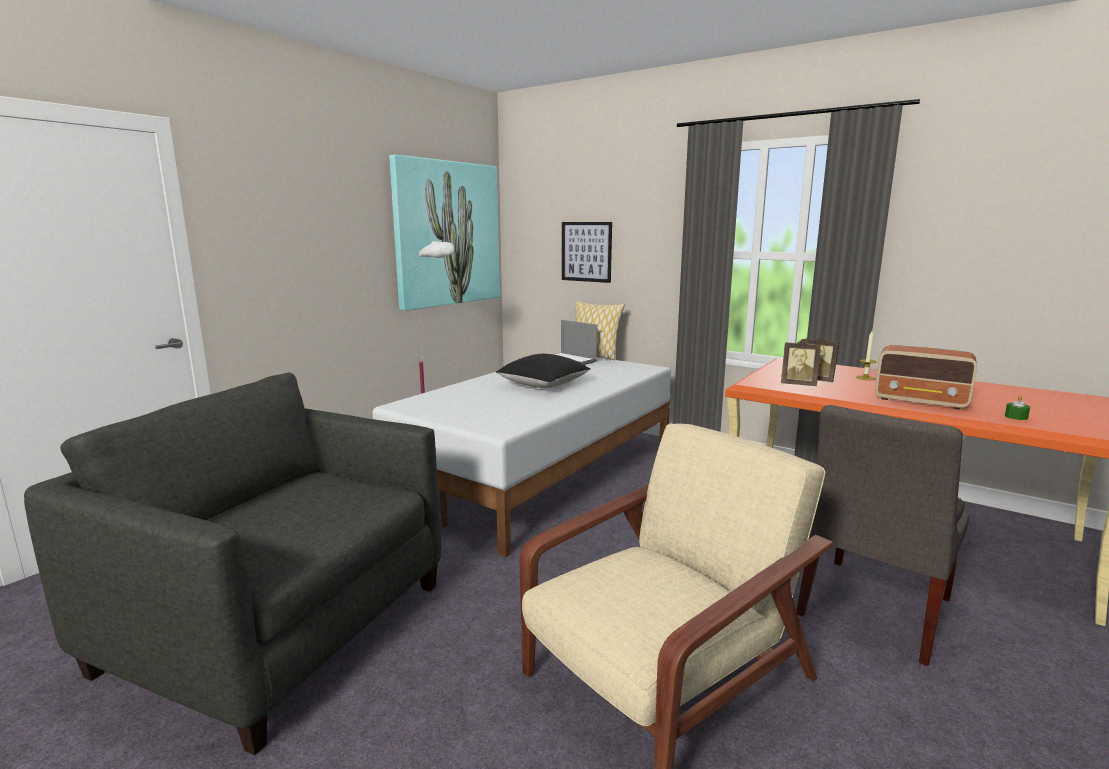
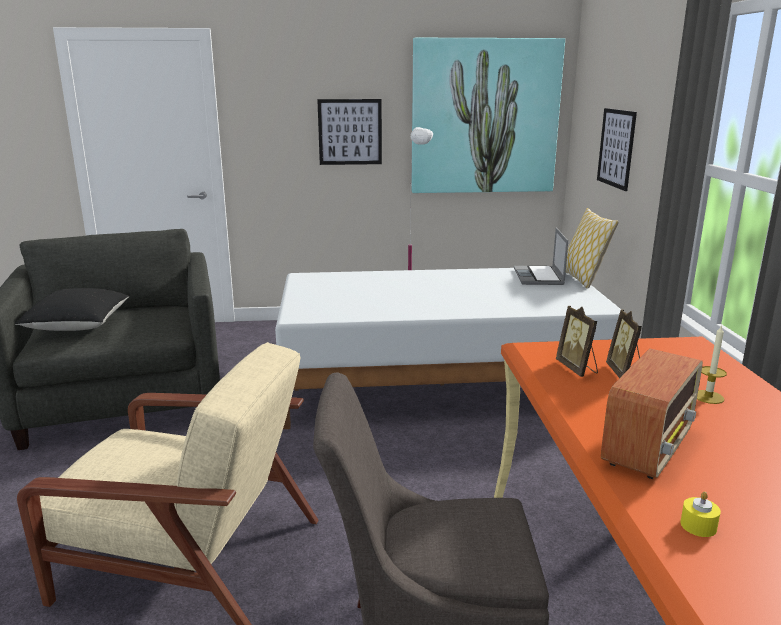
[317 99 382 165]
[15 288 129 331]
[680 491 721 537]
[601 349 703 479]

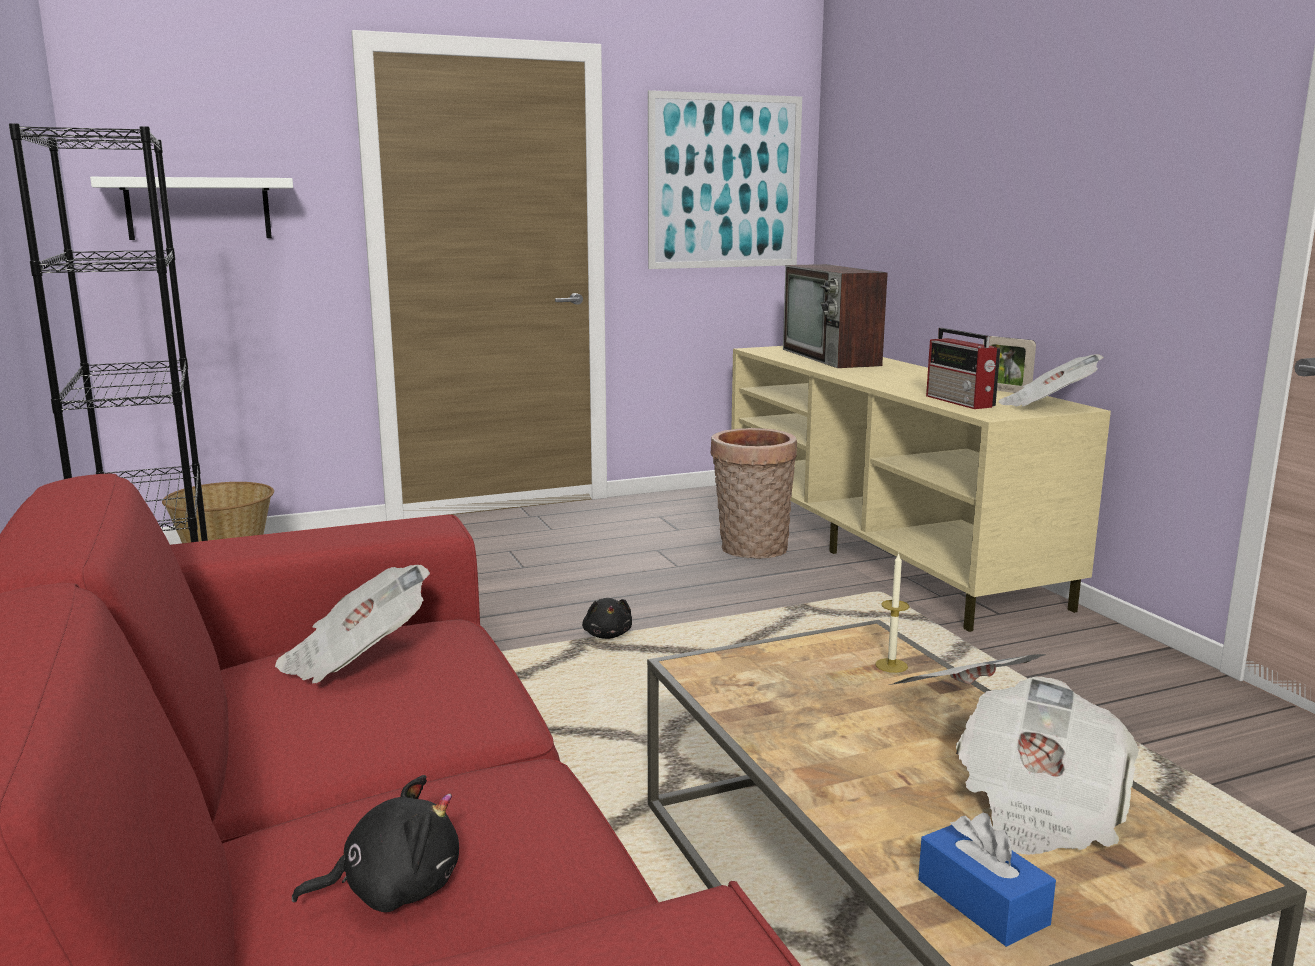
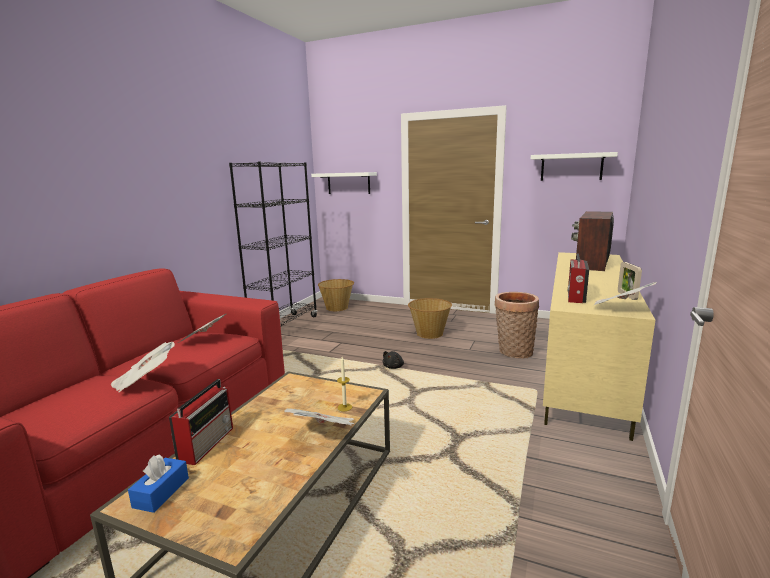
[292 775 459 912] (first image)
[169 379 233 465]
[408 298 452 339]
[111 342 175 392]
[531 152 618 181]

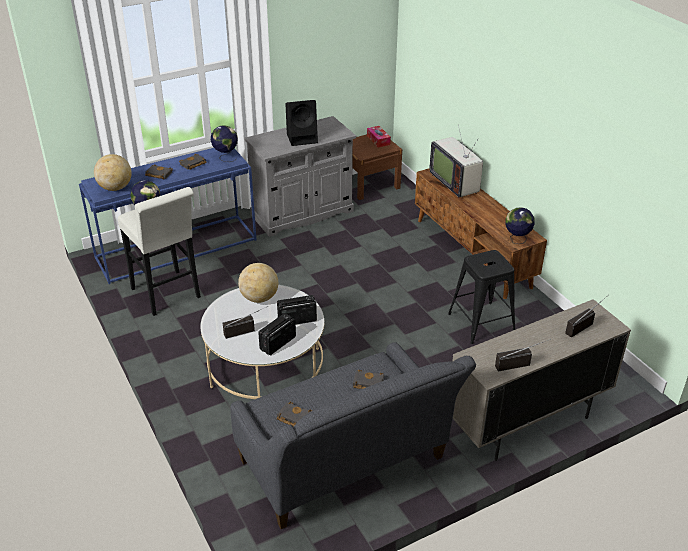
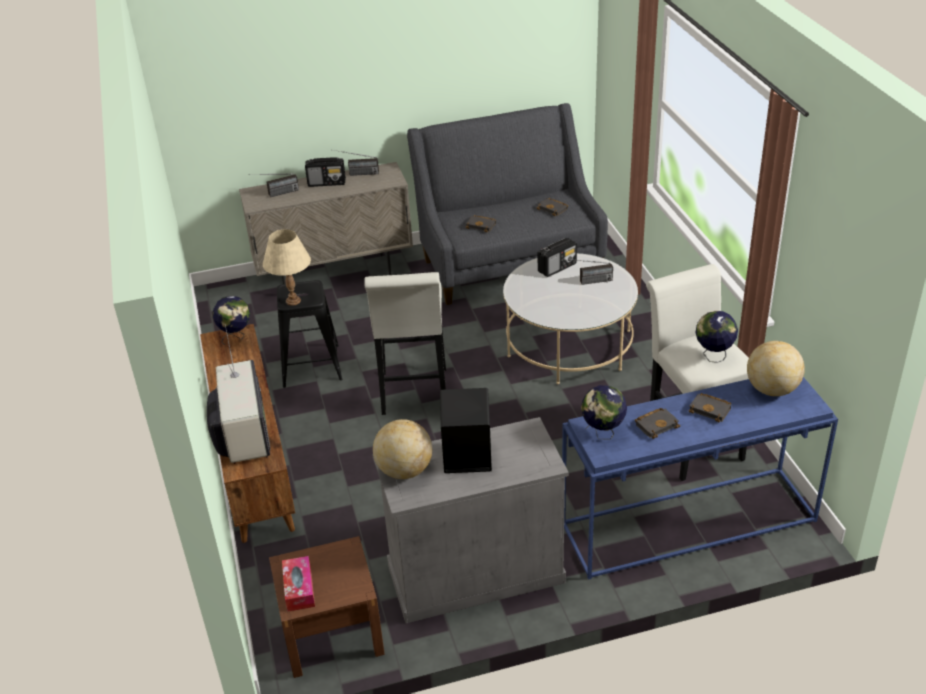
[263 229 311 306]
[364 272 446 415]
[373 419 432 479]
[305 157 346 187]

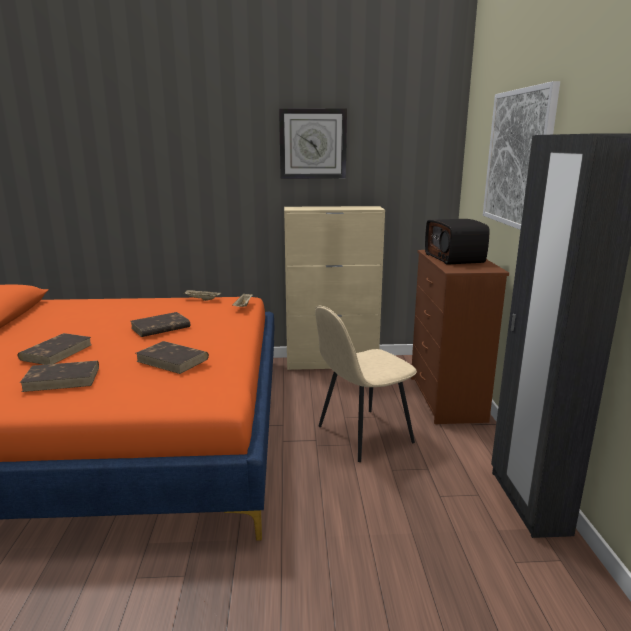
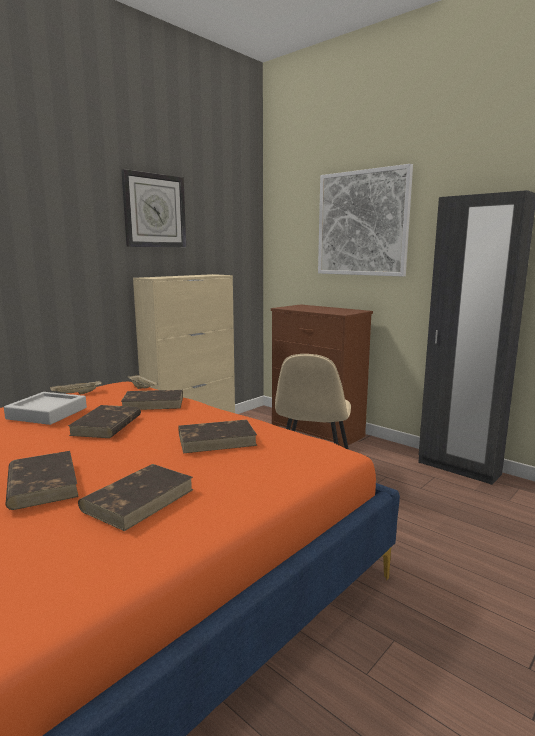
[425 219 490 265] (first image)
[4 392 87 425]
[121 390 183 410]

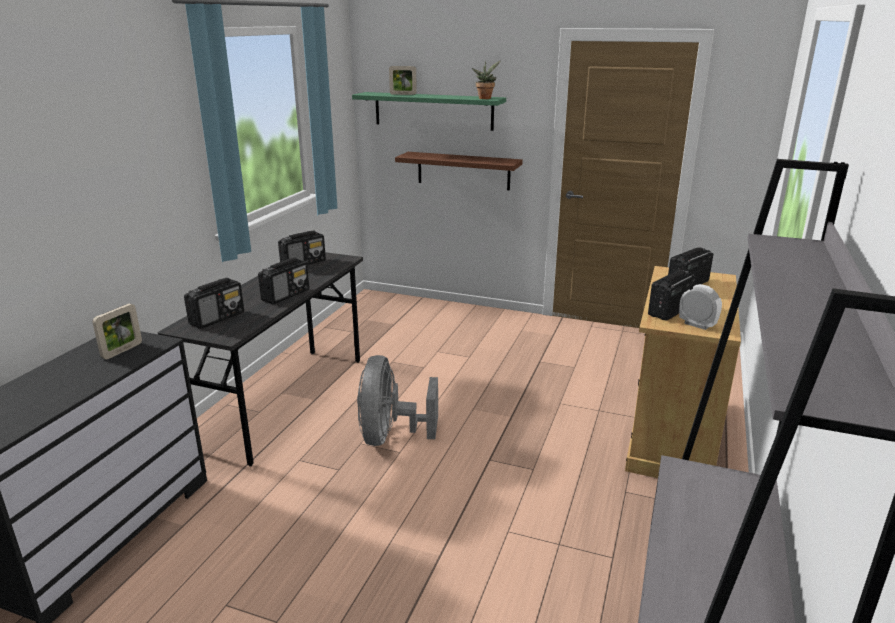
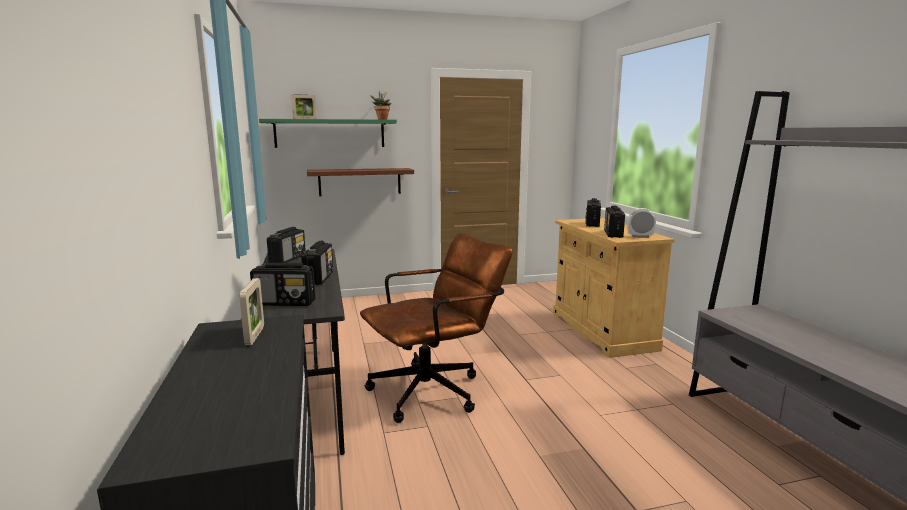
[360 233 512 423]
[250 263 316 306]

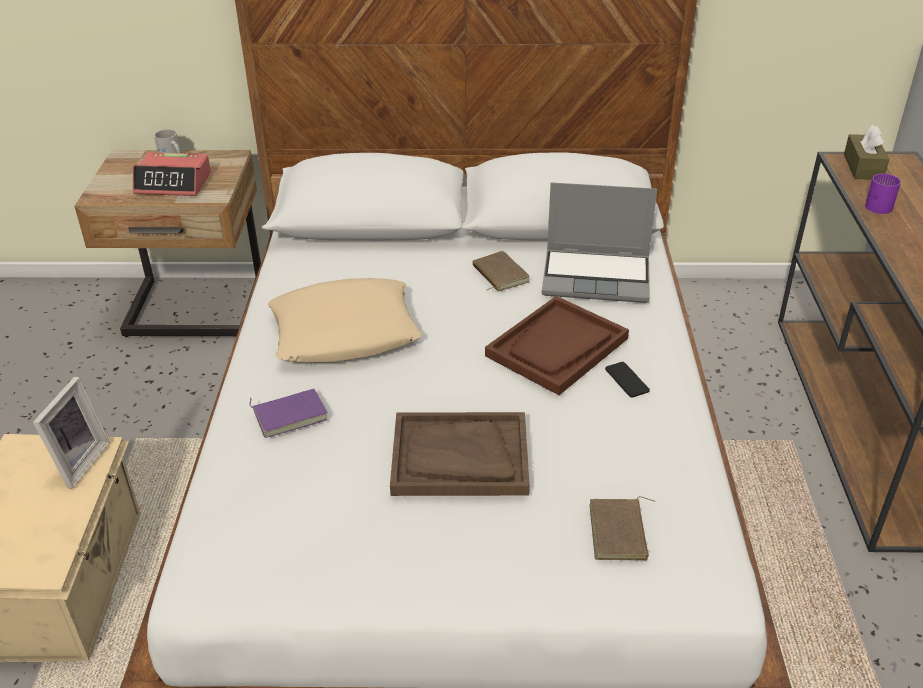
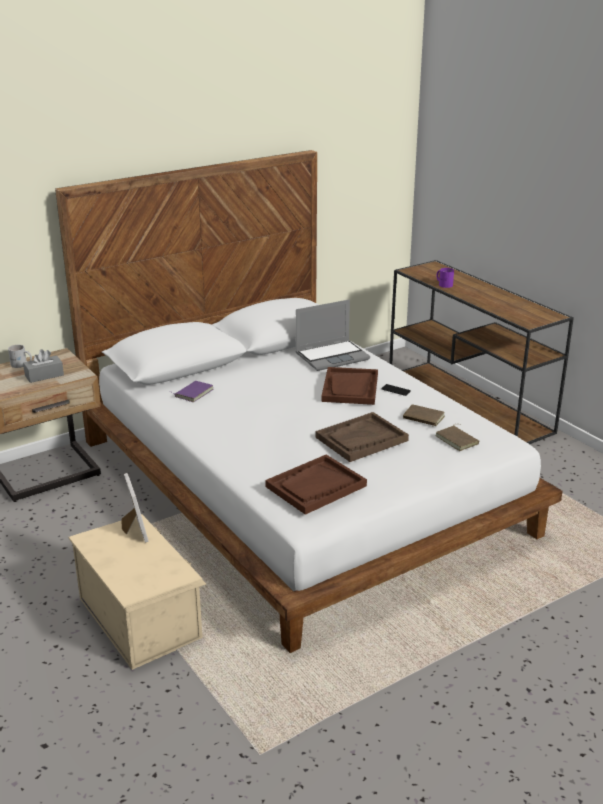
[268 278 422 363] (first image)
[844 125 889 180] (first image)
[265 455 367 515]
[172 381 213 402]
[403 405 445 426]
[23 349 64 383]

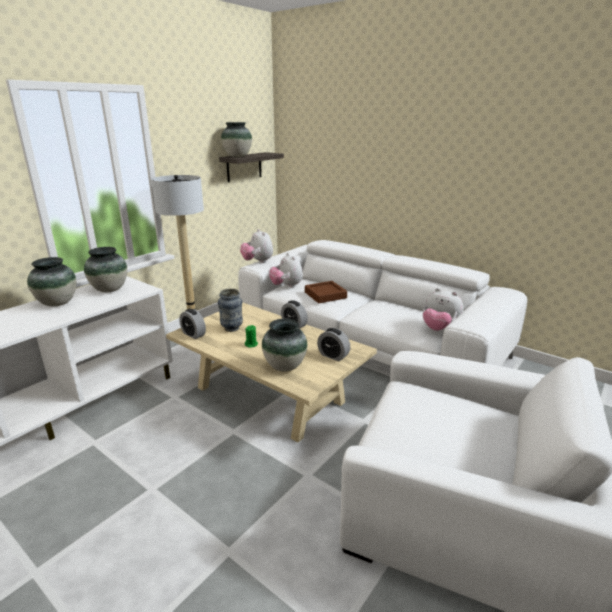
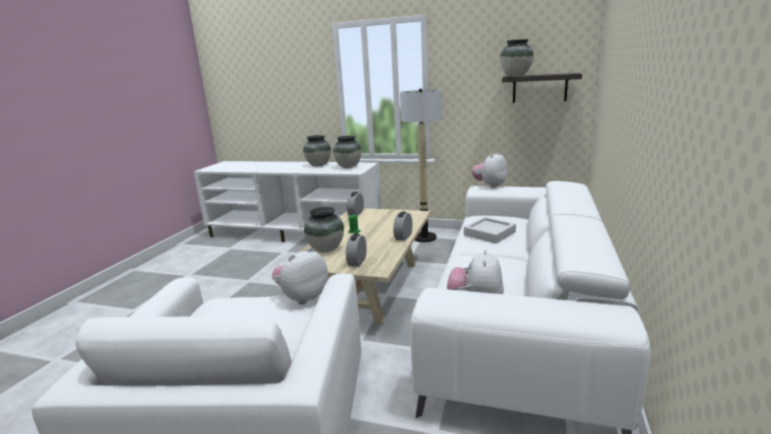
[218 289 243 332] (first image)
[272 247 328 305]
[464 217 516 243]

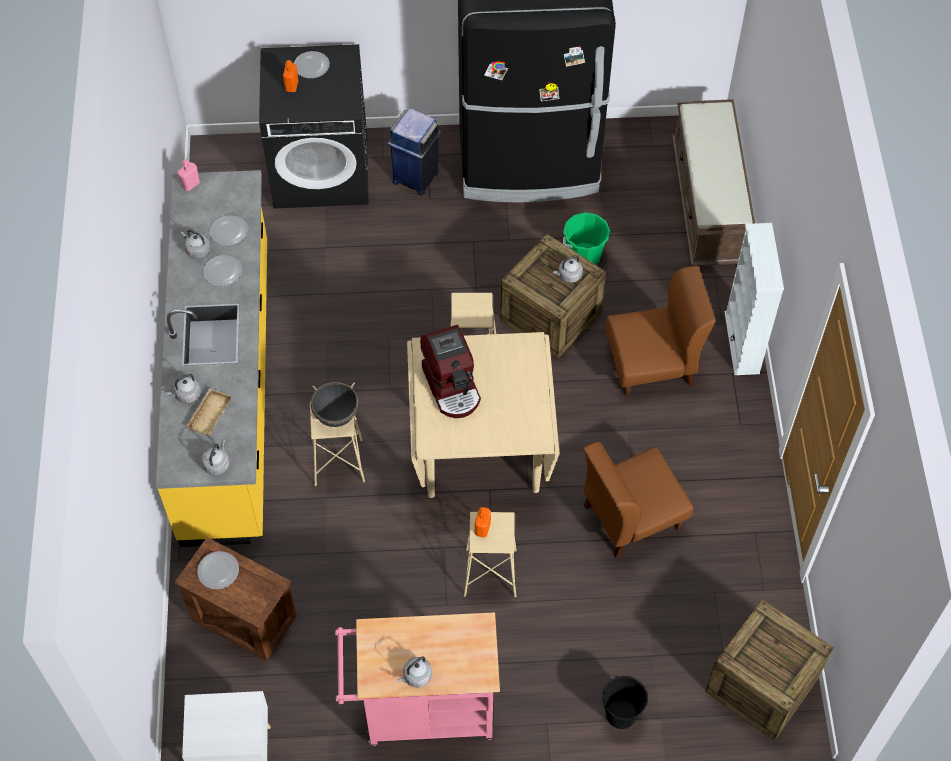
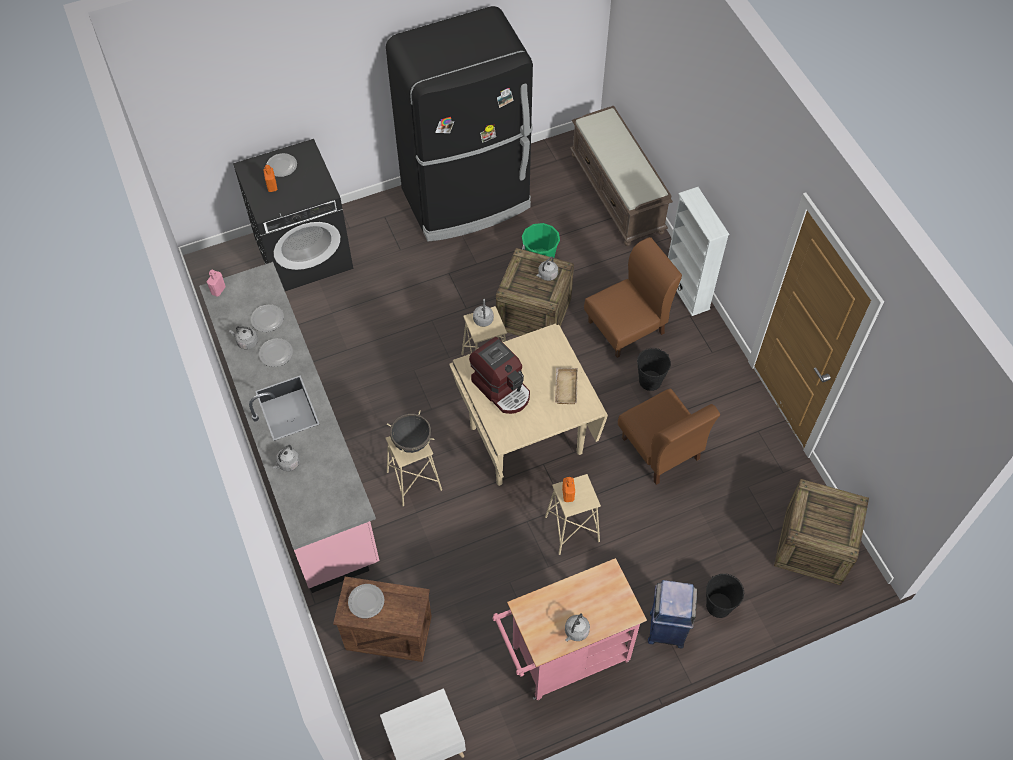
[637 348 671 391]
[555 367 578 404]
[473 299 494 327]
[648 580 697 649]
[199 262 379 593]
[618 388 720 485]

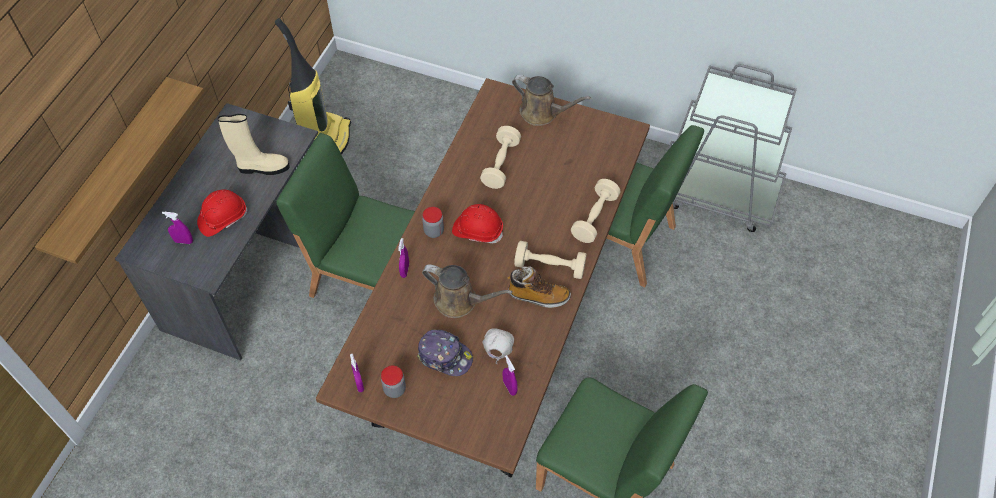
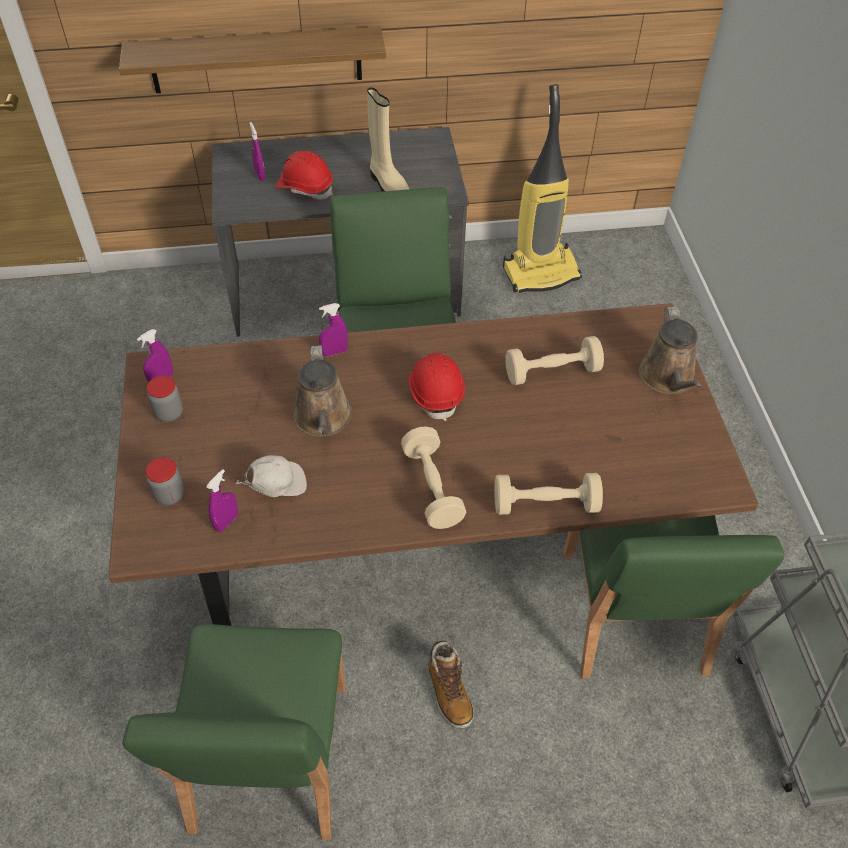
[417 330 473 376] (first image)
[145 457 184 505]
[428 641 474 728]

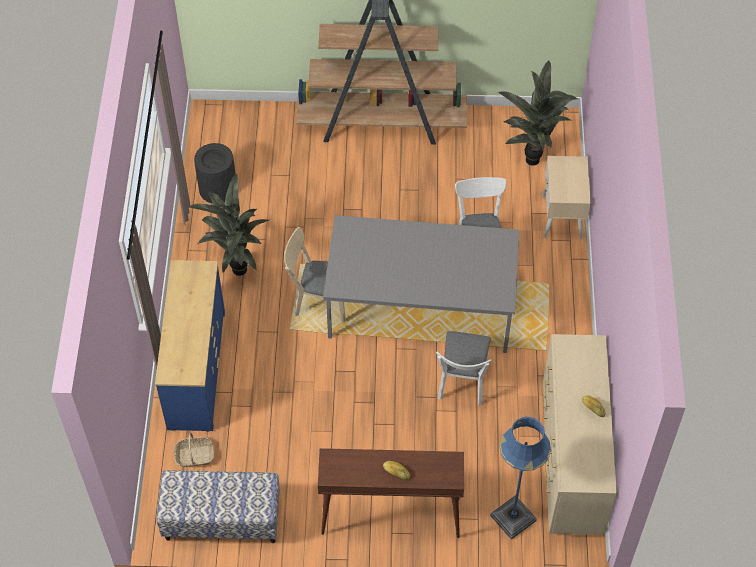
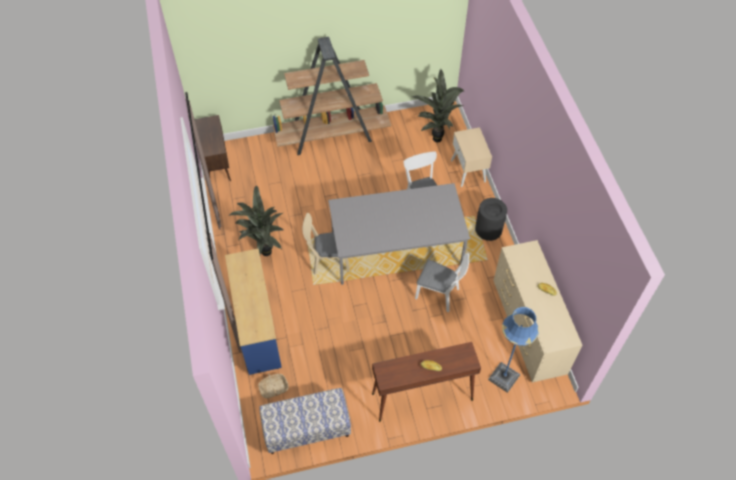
[195 115 231 181]
[475 198 507 241]
[415 253 469 312]

